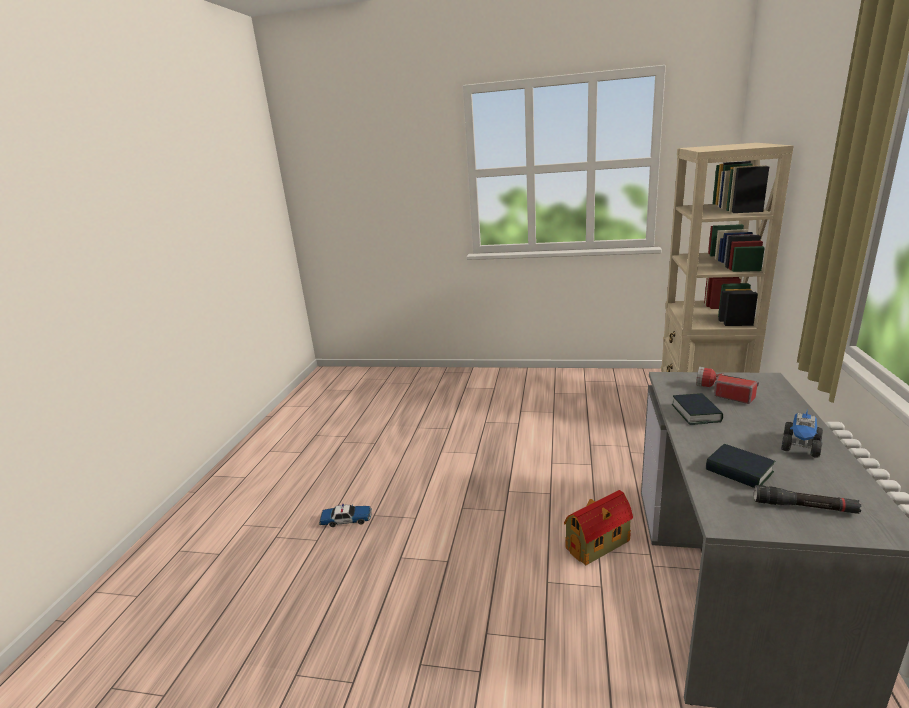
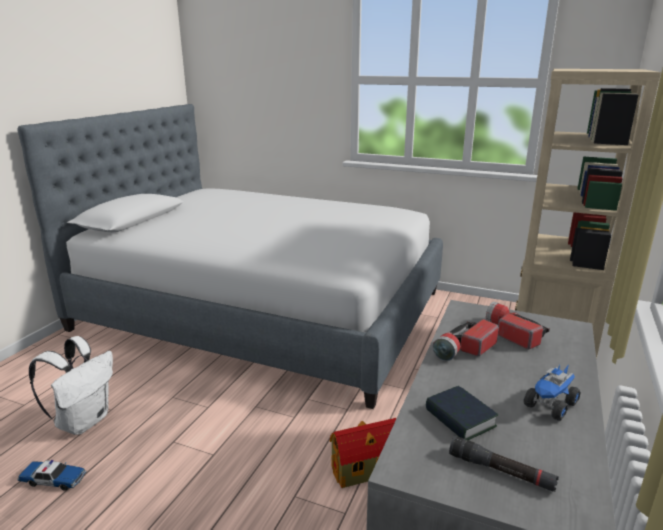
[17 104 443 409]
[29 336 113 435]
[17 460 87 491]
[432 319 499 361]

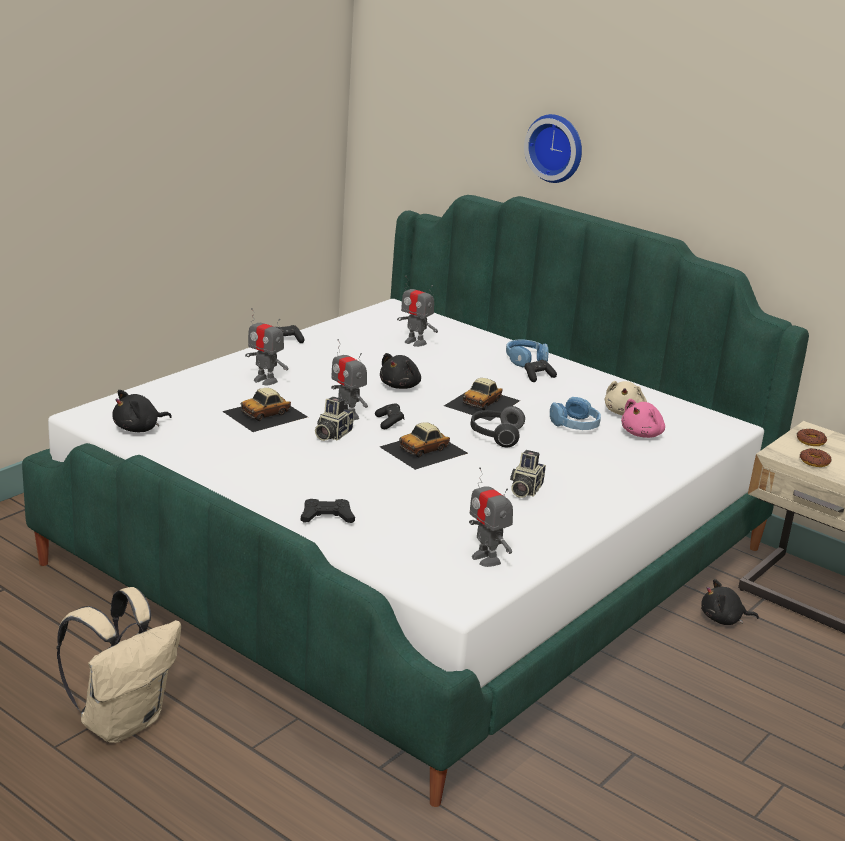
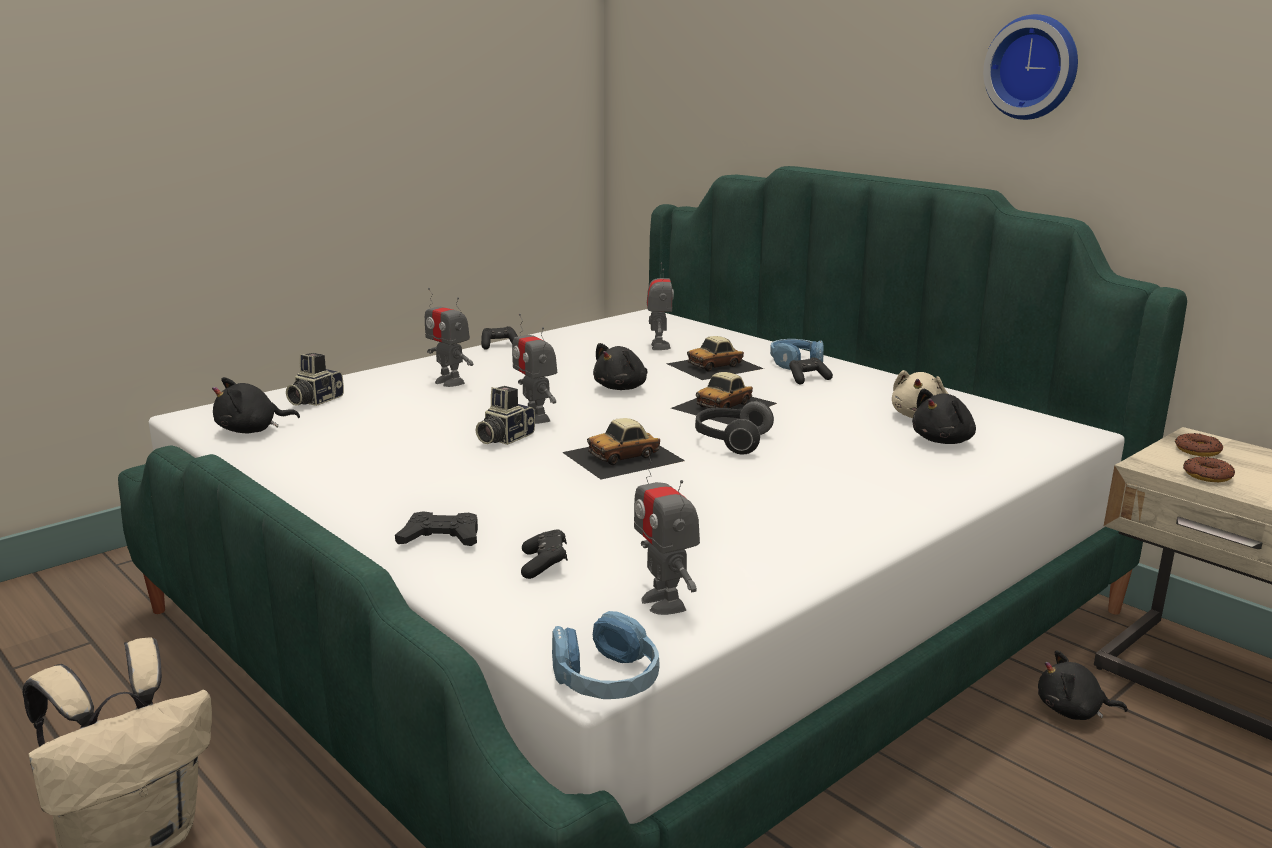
[667 336 764 380]
[521 530 568 579]
[286 353 344 406]
[983 14 1078 120]
[552 611 660 699]
[912 389 976 444]
[647 263 674 350]

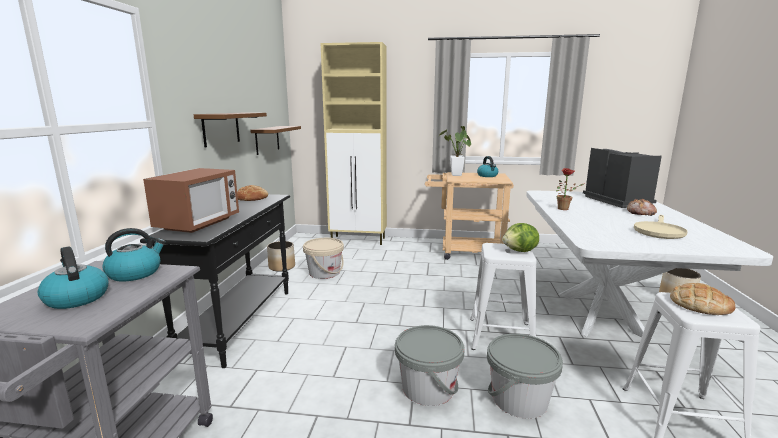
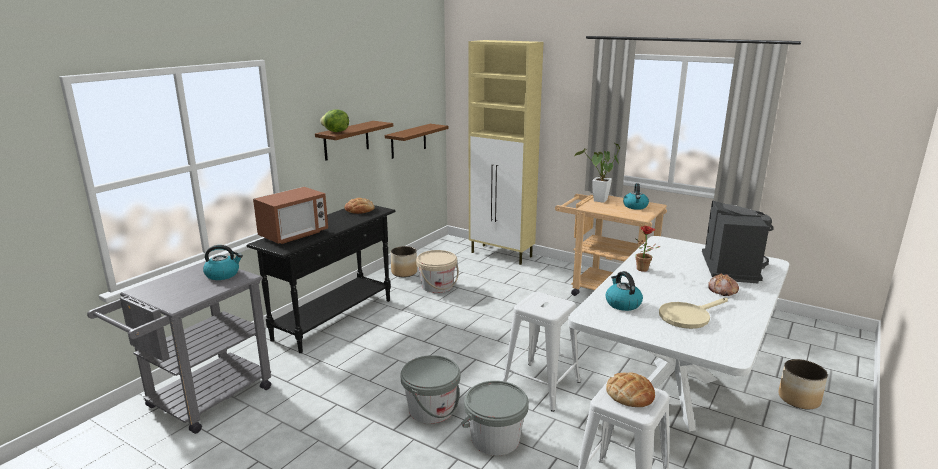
[605 271 643 311]
[320 109 349 132]

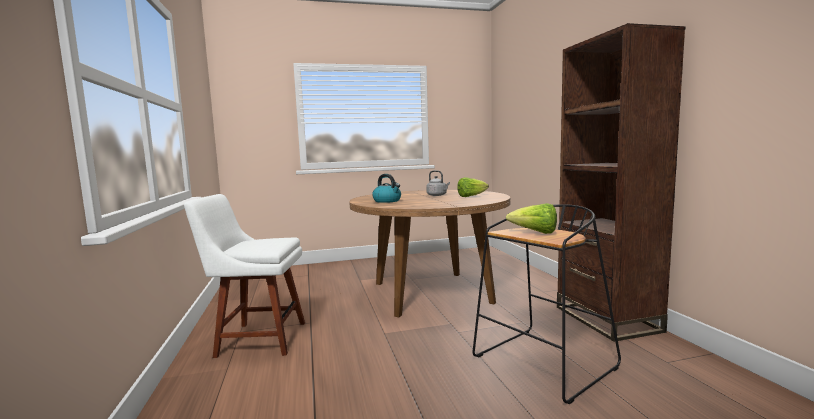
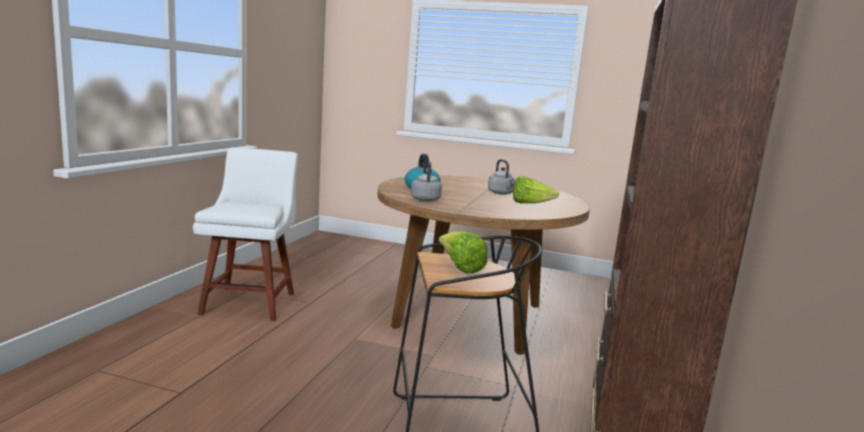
[411 162 442 201]
[193 147 298 321]

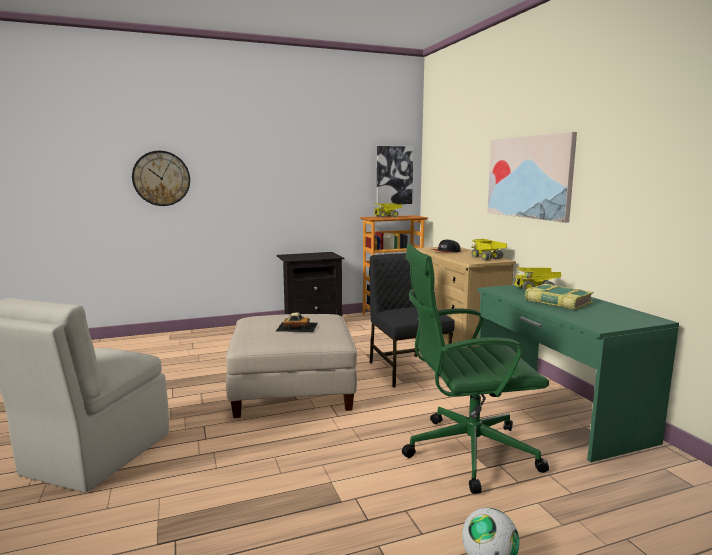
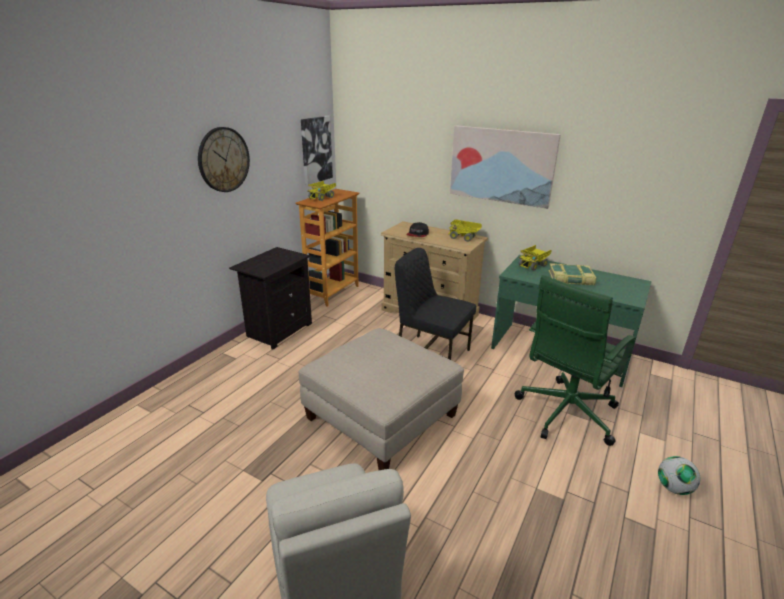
[276 312 317 332] (first image)
[198 127 250 192]

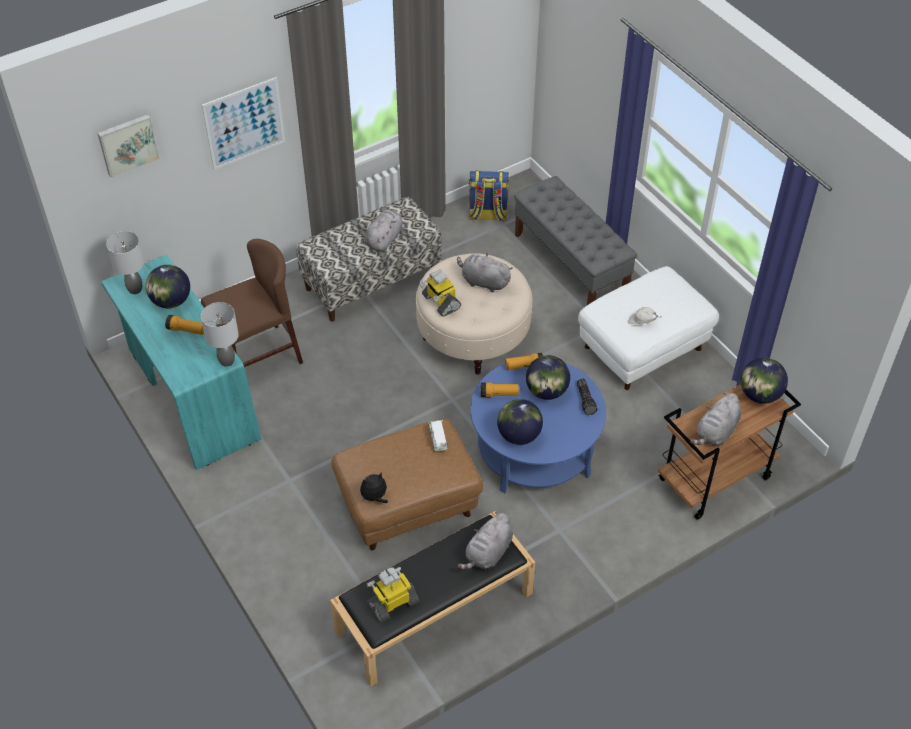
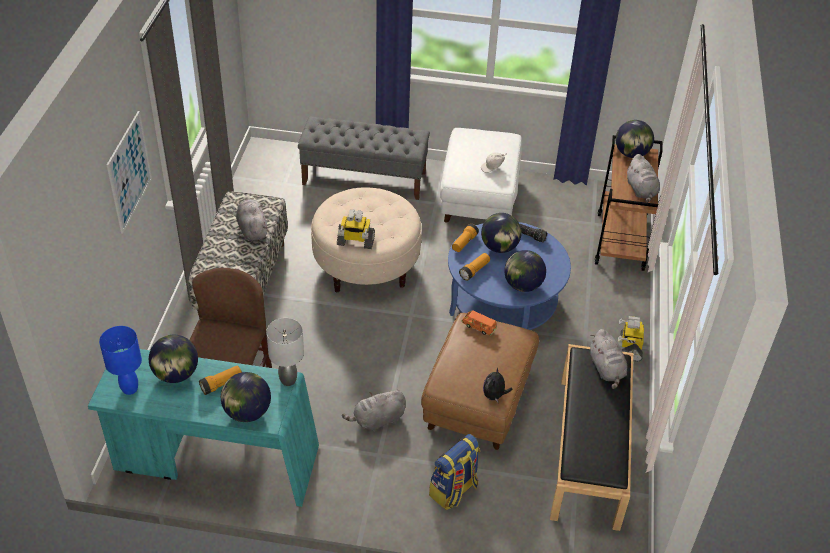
[98 114 160 178] (first image)
[221 372 271 422]
[618 316 644 362]
[342 390 406 432]
[429 434 480 510]
[99 326 142 395]
[462 310 497 335]

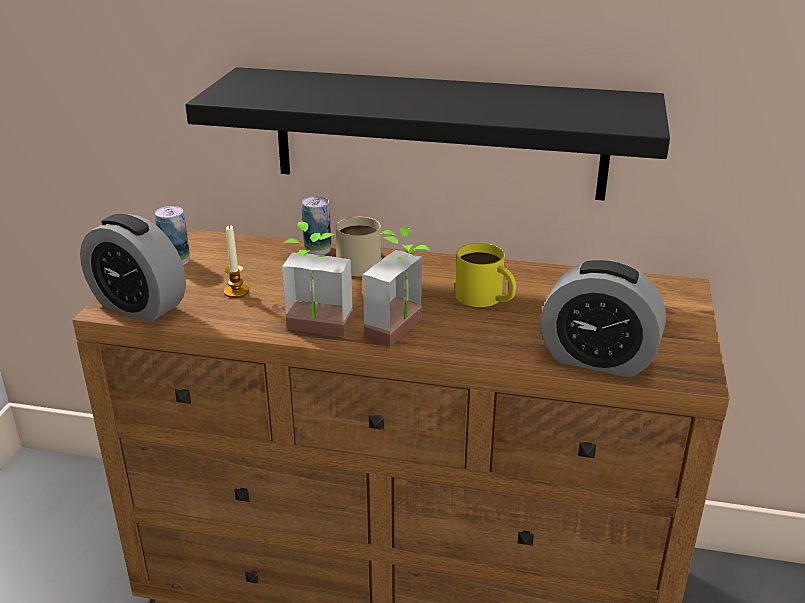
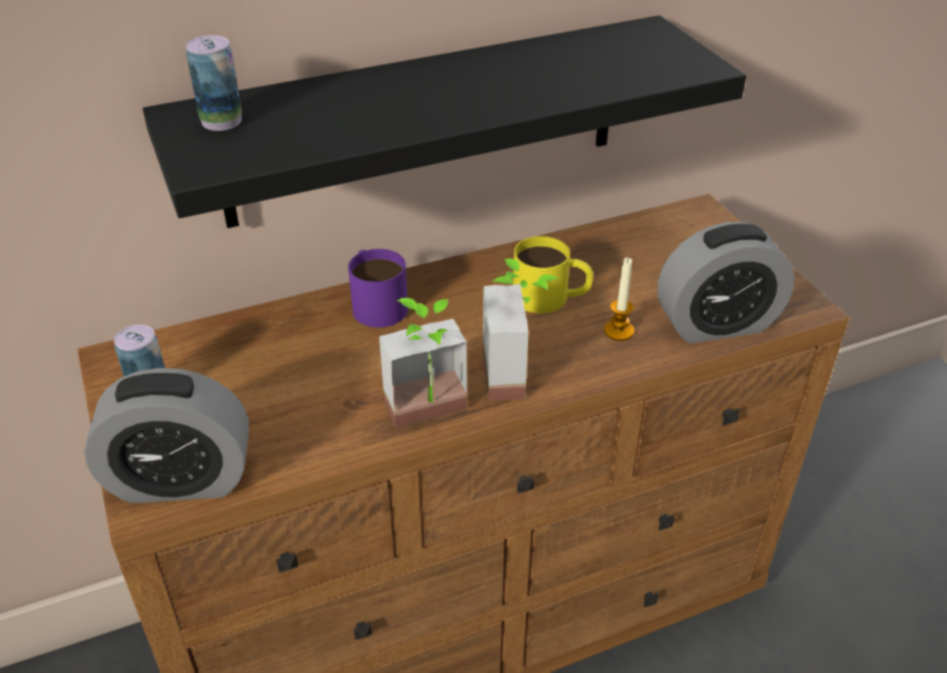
[604 257 634 341]
[186 35 242 131]
[348 249 408 328]

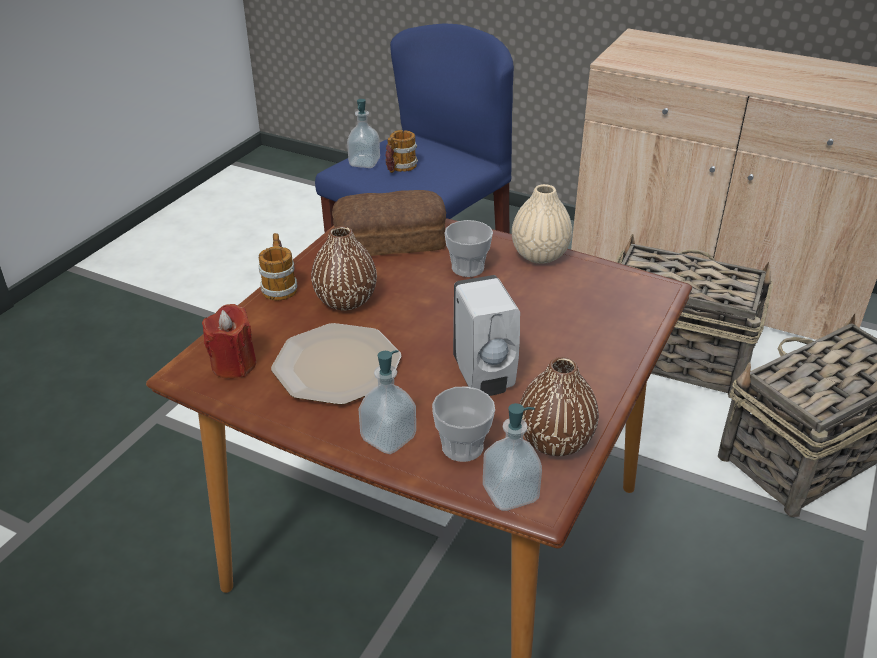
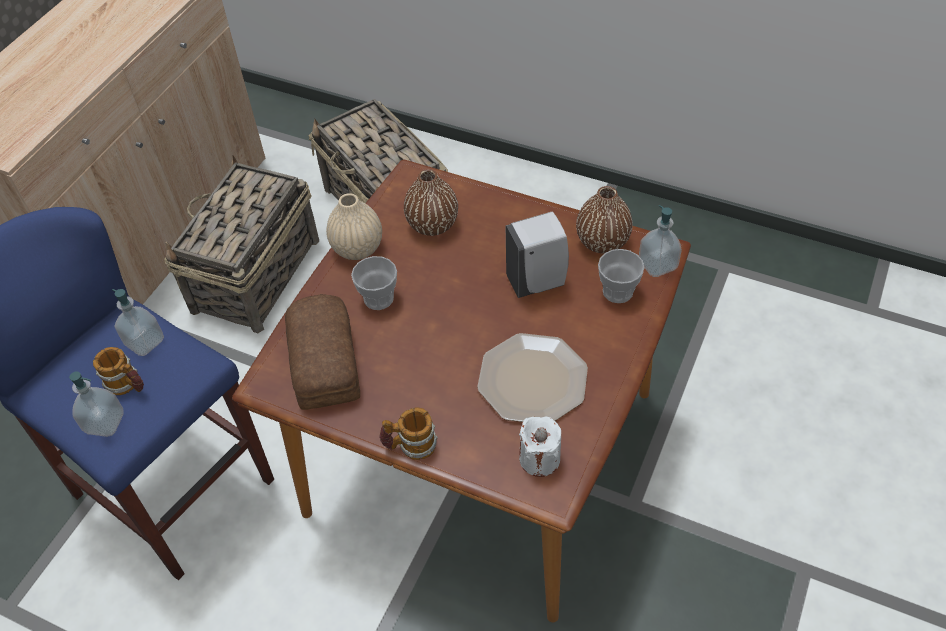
[404 169 458 236]
[112 289 164 356]
[519 416 561 477]

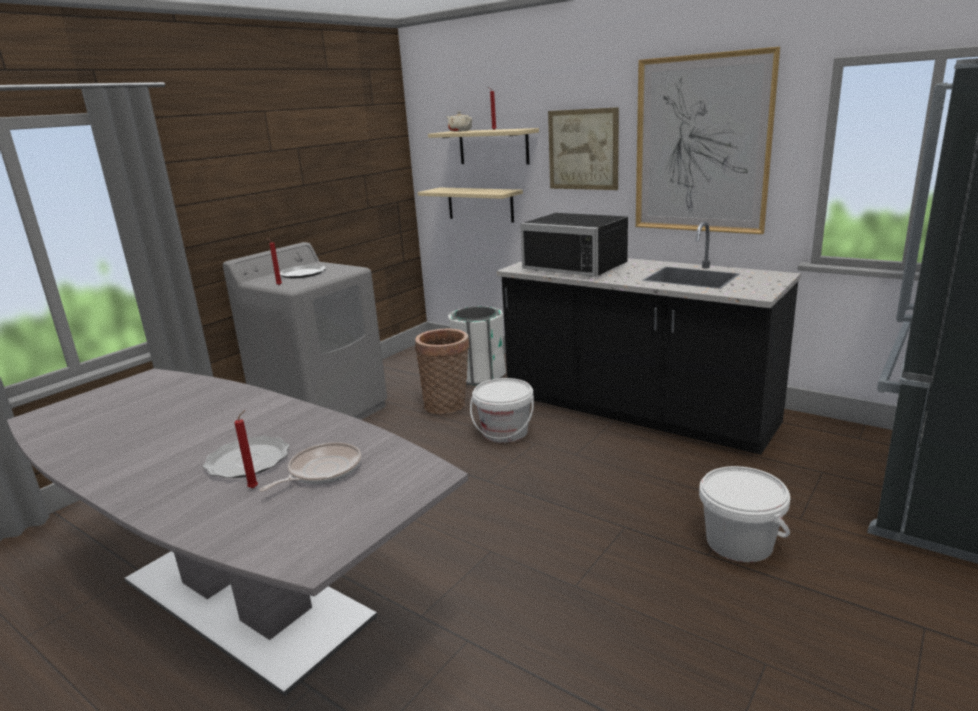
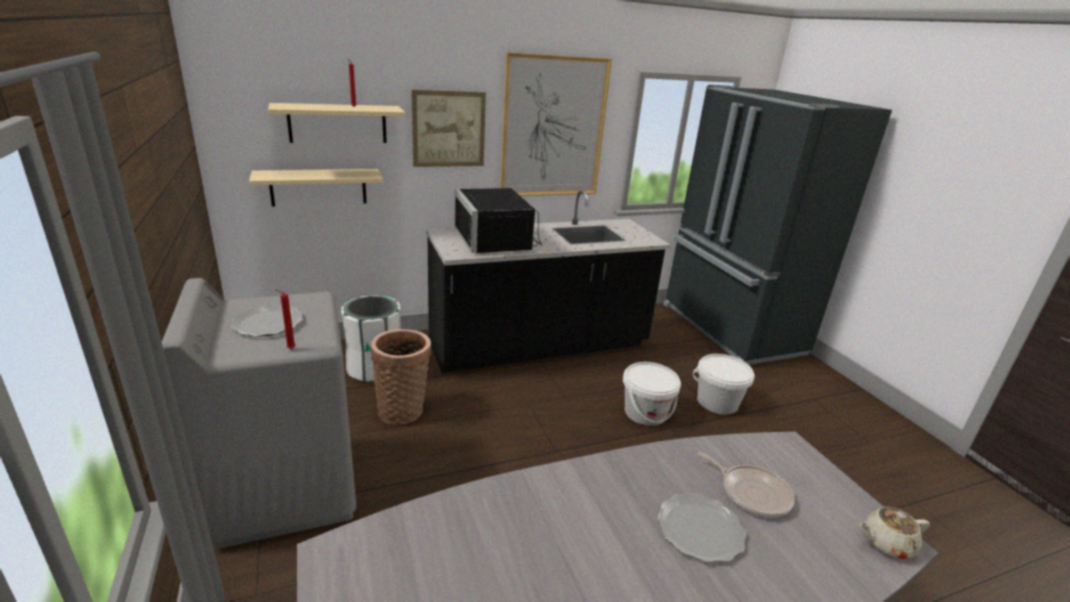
[234 410 258 489] (first image)
[860 507 930 559]
[623 362 681 426]
[697 451 795 518]
[454 188 542 253]

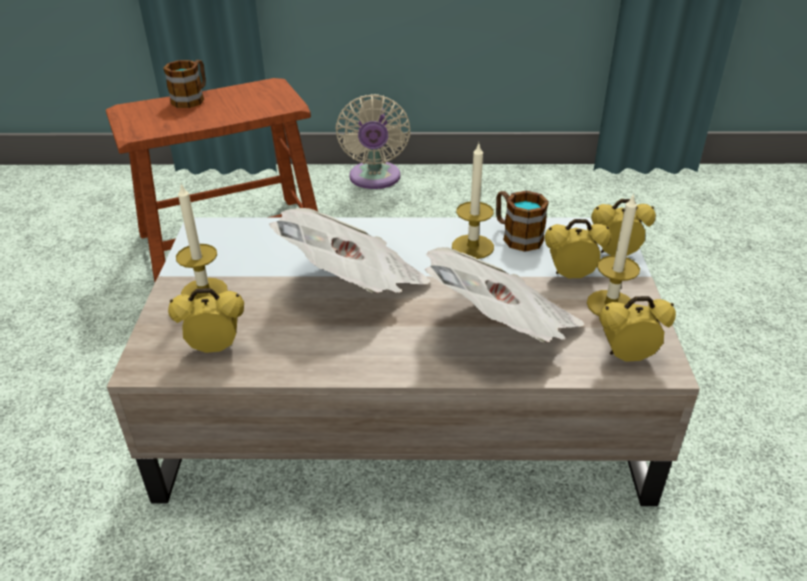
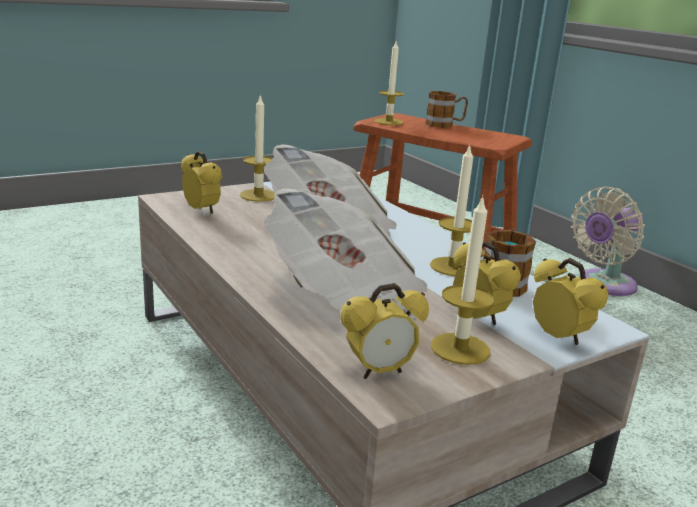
[374 41 404 125]
[340 283 429 379]

